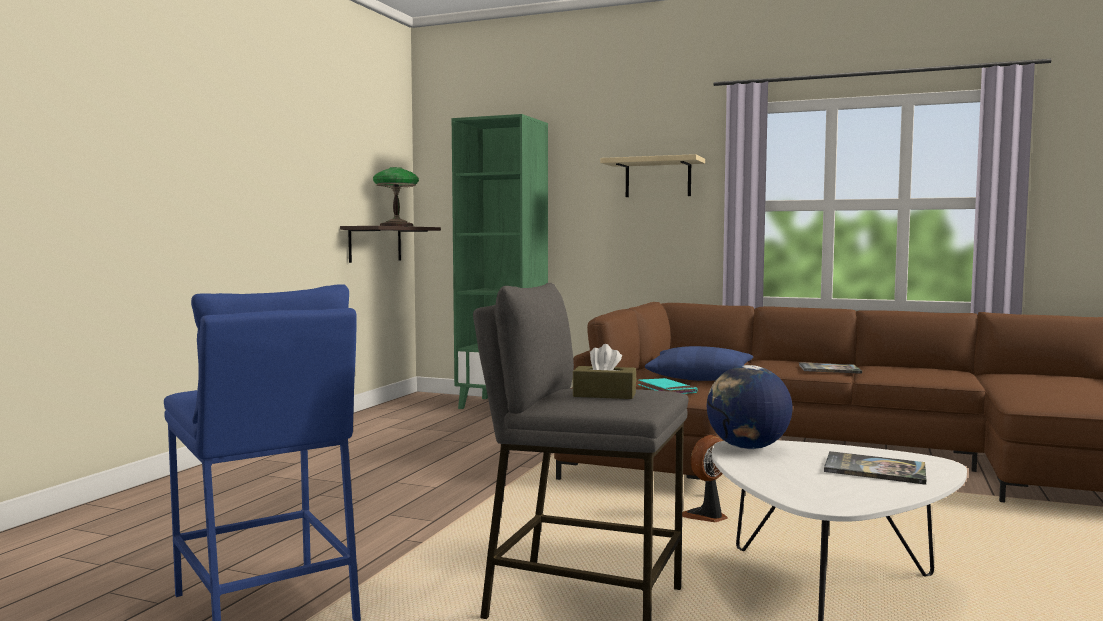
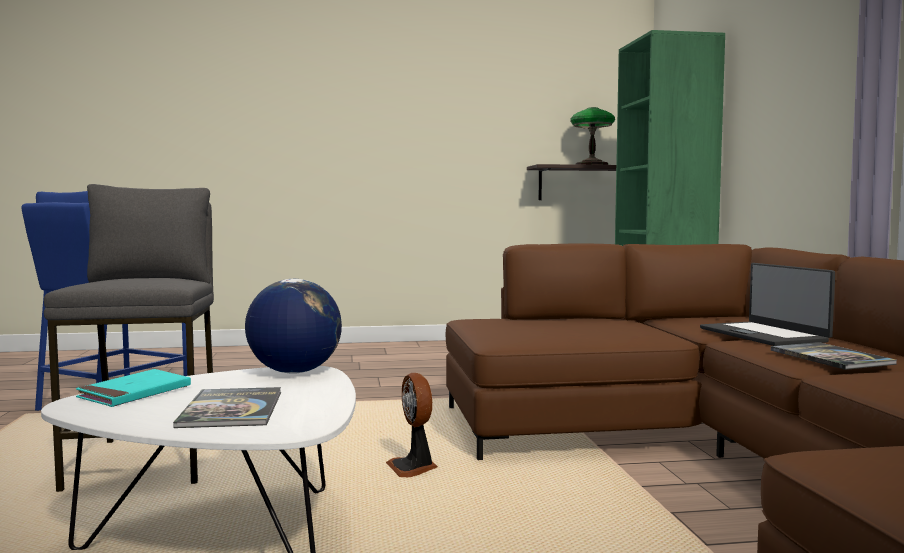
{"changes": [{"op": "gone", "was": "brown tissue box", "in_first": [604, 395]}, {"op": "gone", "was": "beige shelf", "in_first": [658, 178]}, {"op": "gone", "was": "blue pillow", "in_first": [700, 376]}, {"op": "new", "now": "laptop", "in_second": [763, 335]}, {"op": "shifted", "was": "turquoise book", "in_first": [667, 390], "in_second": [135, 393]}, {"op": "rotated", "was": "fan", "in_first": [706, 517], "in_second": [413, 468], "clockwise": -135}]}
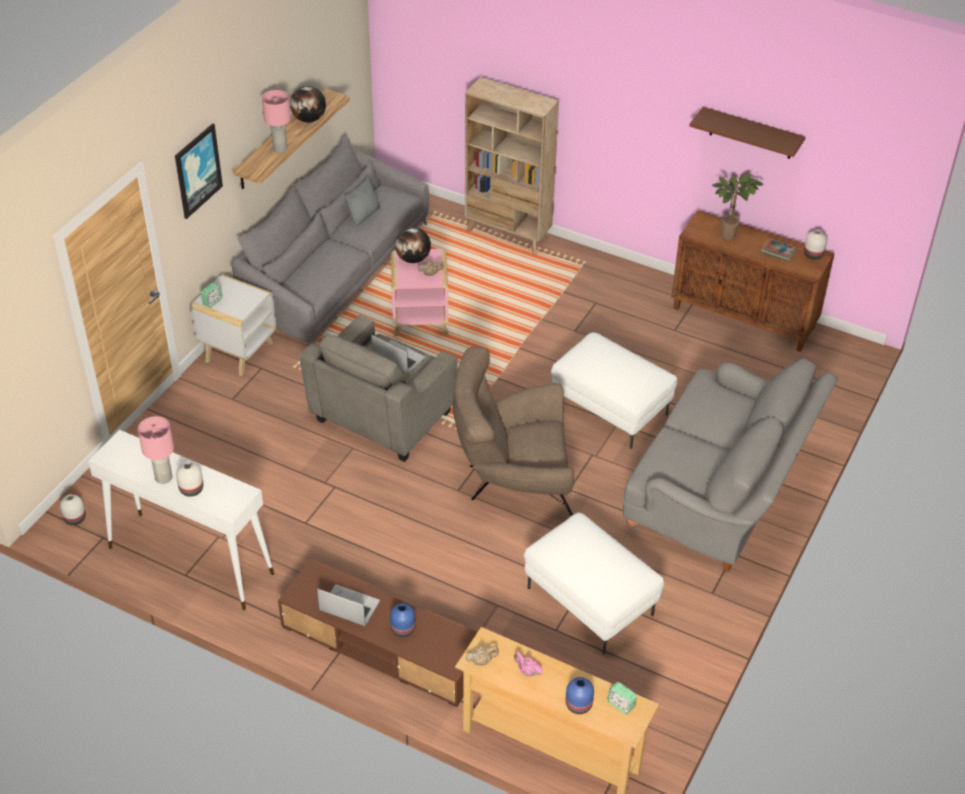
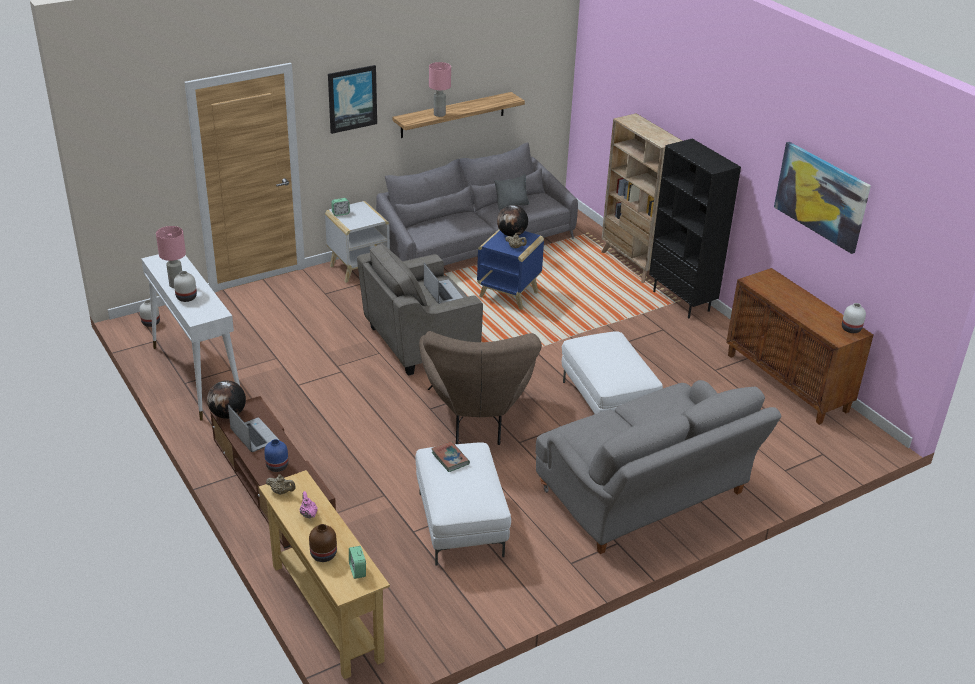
{"changes": [{"op": "gone", "was": "potted plant", "in_first": [730, 234]}, {"op": "new", "now": "black bookcase", "in_second": [682, 301]}, {"op": "shifted", "was": "globe", "in_first": [309, 119], "in_second": [228, 415]}, {"op": "shifted", "was": "book", "in_first": [778, 251], "in_second": [450, 458]}, {"op": "swapped", "was": "brown shelf", "now": "picture", "in_first": [751, 133], "in_second": [821, 196]}, {"op": "repainted", "was": "pink side table", "now": "blue side table", "in_first": [421, 321], "in_second": [509, 295]}, {"op": "repainted", "was": "blue vase", "now": "brown vase", "in_first": [578, 705], "in_second": [323, 555]}, {"op": "rotated", "was": "brown armchair", "in_first": [512, 482], "in_second": [478, 420], "clockwise": -120}]}
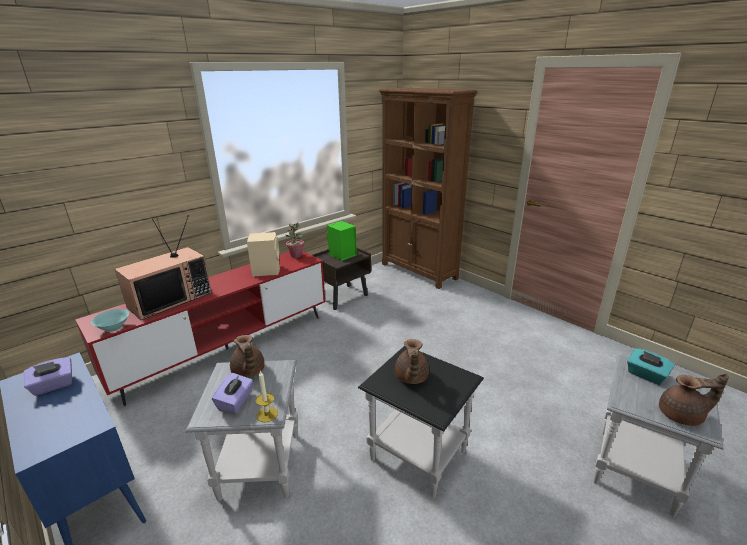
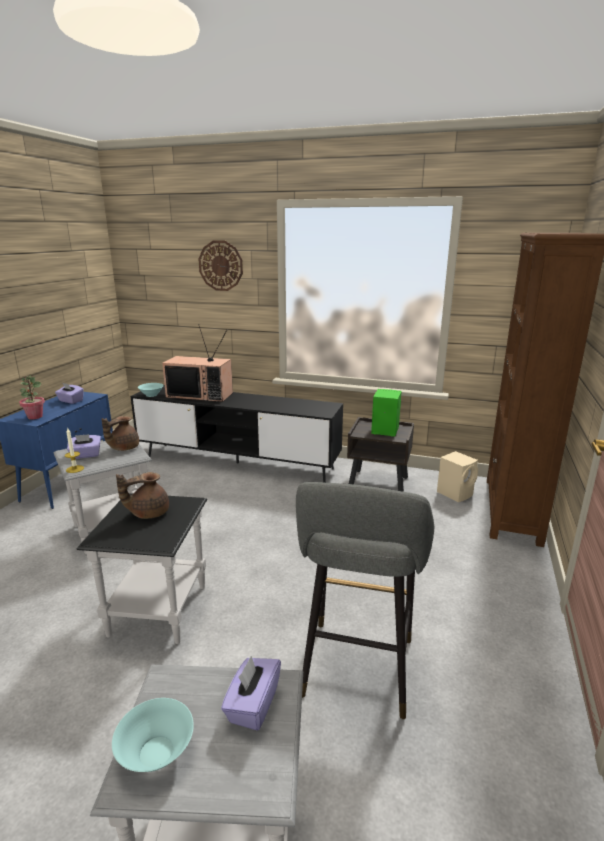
{"changes": [{"op": "new", "now": "wall clock", "in_second": [221, 265]}, {"op": "new", "now": "grey stool", "in_second": [356, 673]}, {"op": "shifted", "was": "beige speaker", "in_first": [266, 270], "in_second": [455, 493]}, {"op": "shifted", "was": "potted plant", "in_first": [296, 256], "in_second": [35, 417]}, {"op": "swapped", "was": "brown teapot", "now": "turquoise bowl", "in_first": [682, 415], "in_second": [155, 753]}, {"op": "repainted", "was": "red tv stand", "now": "black tv stand", "in_first": [227, 348], "in_second": [237, 463]}, {"op": "repainted", "was": "turquoise tissue box", "now": "purple tissue box", "in_first": [646, 375], "in_second": [252, 705]}]}
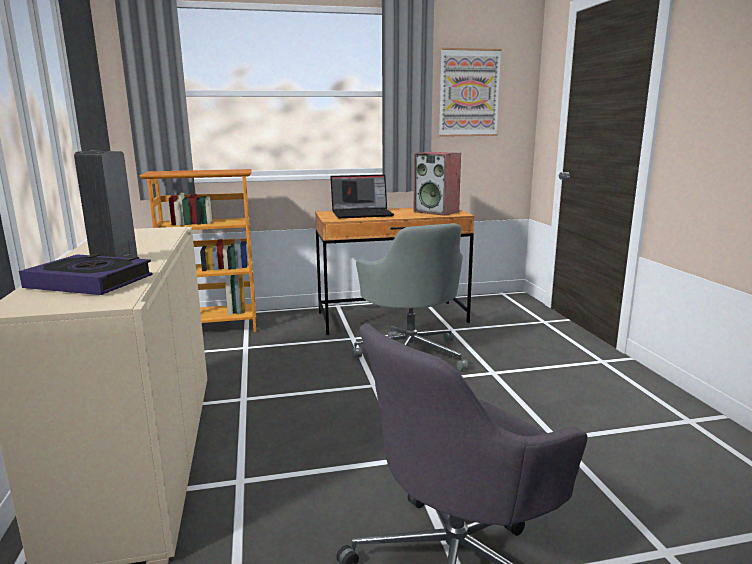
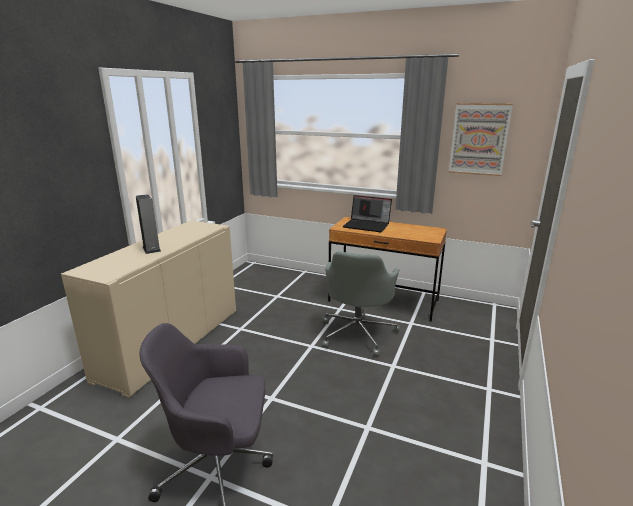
{"changes": [{"op": "gone", "was": "book", "in_first": [90, 282]}, {"op": "gone", "was": "bookcase", "in_first": [214, 327]}, {"op": "gone", "was": "speaker", "in_first": [437, 212]}]}
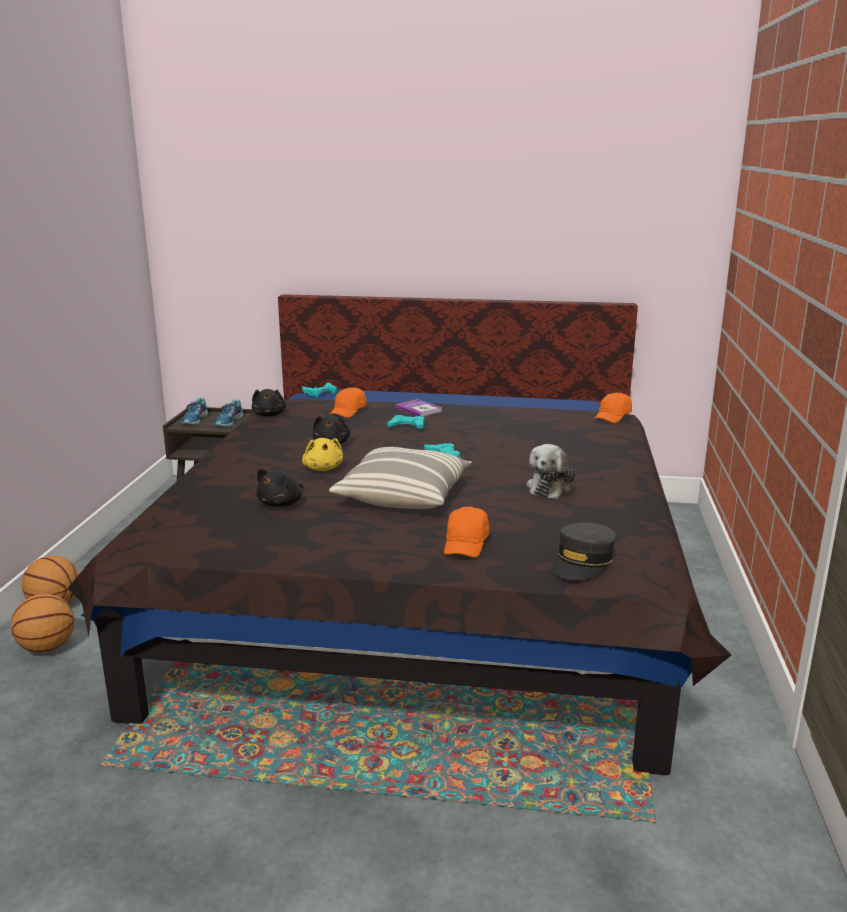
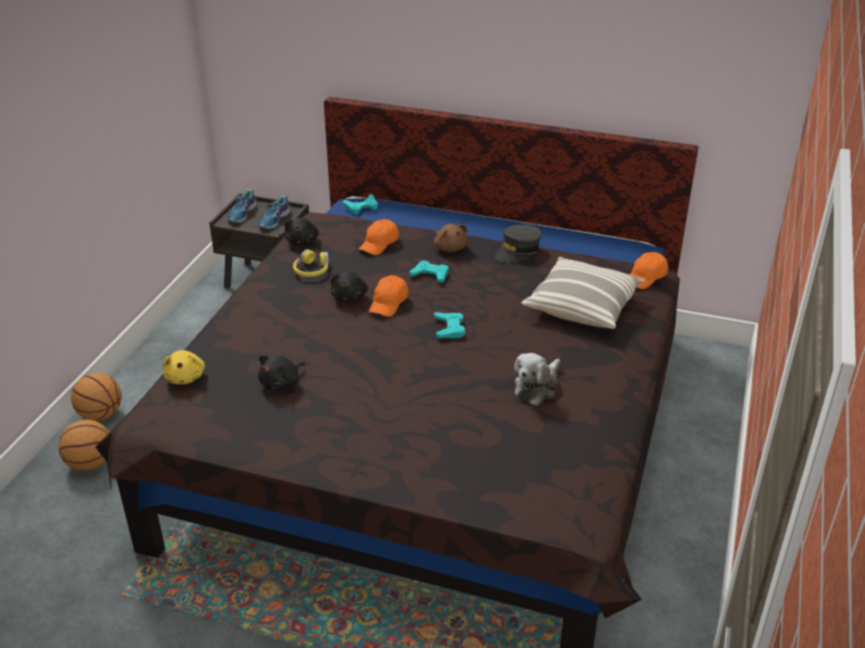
{"changes": [{"op": "new", "now": "yellow headphones", "in_second": [312, 270]}, {"op": "shifted", "was": "yellow plush toy", "in_first": [323, 468], "in_second": [185, 377]}, {"op": "shifted", "was": "pillow", "in_first": [403, 496], "in_second": [582, 306]}, {"op": "shifted", "was": "orange cap", "in_first": [466, 544], "in_second": [389, 303]}, {"op": "shifted", "was": "grey cap", "in_first": [582, 563], "in_second": [518, 251]}, {"op": "swapped", "was": "book", "now": "brown plush toy", "in_first": [418, 409], "in_second": [450, 247]}]}
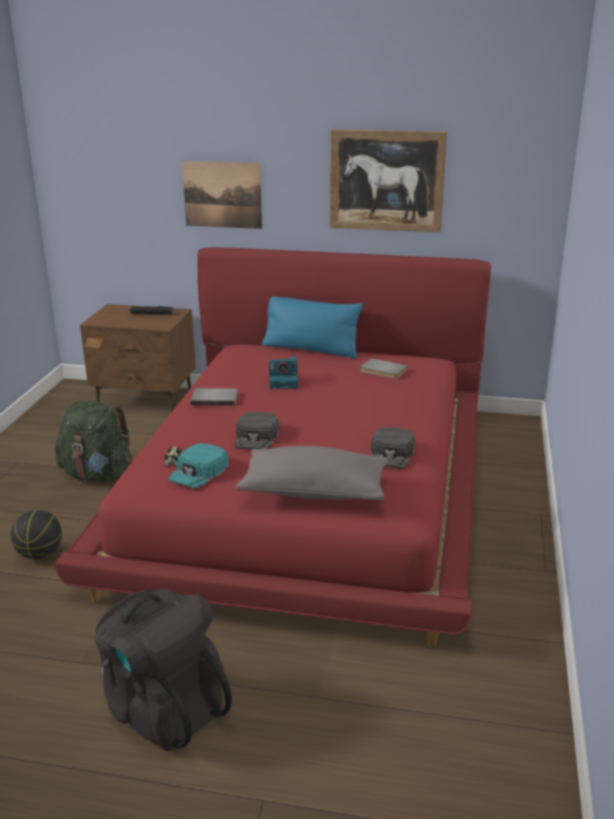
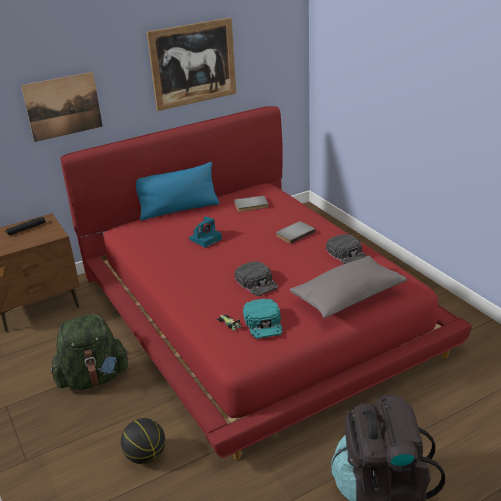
{"changes": [{"op": "shifted", "was": "grey book", "in_first": [214, 398], "in_second": [294, 233]}]}
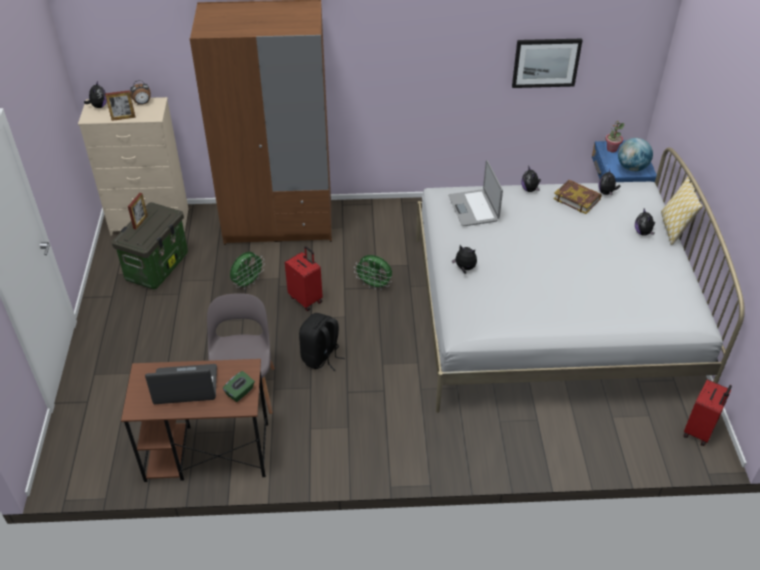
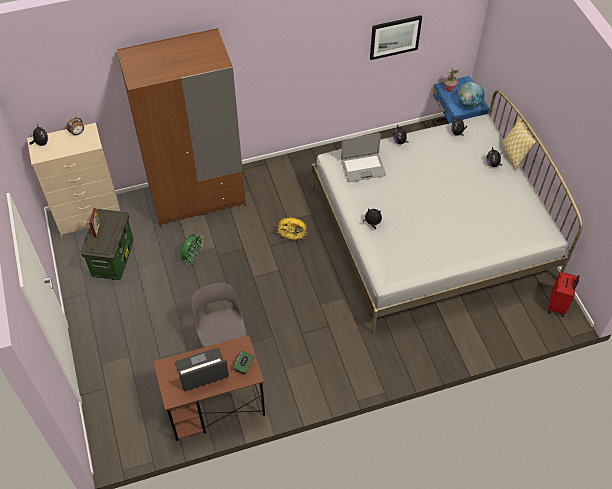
{"changes": [{"op": "gone", "was": "picture frame", "in_first": [123, 118]}, {"op": "gone", "was": "red suitcase", "in_first": [306, 299]}, {"op": "gone", "was": "black backpack", "in_first": [321, 357]}, {"op": "gone", "was": "book", "in_first": [577, 199]}, {"op": "repainted", "was": "green fan", "now": "yellow fan", "in_first": [374, 285], "in_second": [292, 237]}, {"op": "rotated", "was": "laptop", "in_first": [474, 208], "in_second": [363, 168], "clockwise": -75}]}
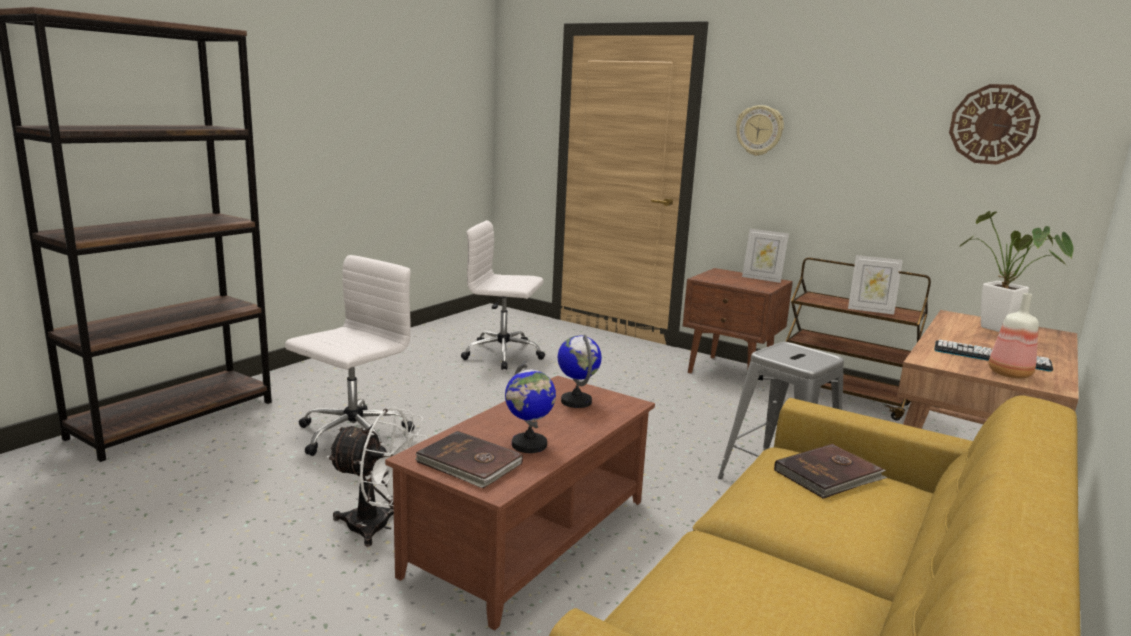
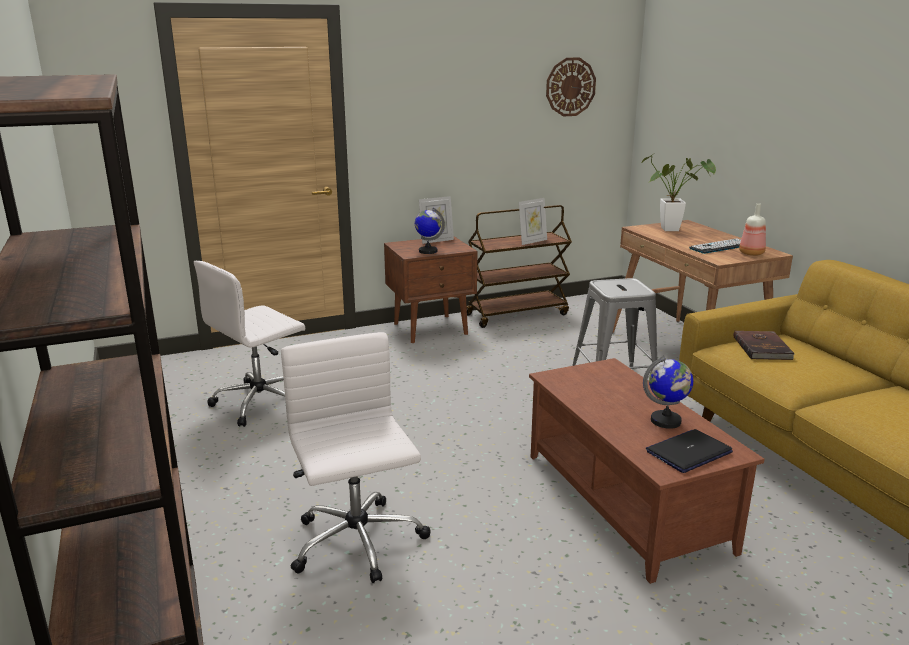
{"changes": [{"op": "gone", "was": "white fan", "in_first": [379, 527]}, {"op": "gone", "was": "wall clock", "in_first": [759, 130]}, {"op": "shifted", "was": "globe", "in_first": [576, 401], "in_second": [428, 251]}, {"op": "swapped", "was": "brown book", "now": "laptop", "in_first": [469, 464], "in_second": [688, 452]}]}
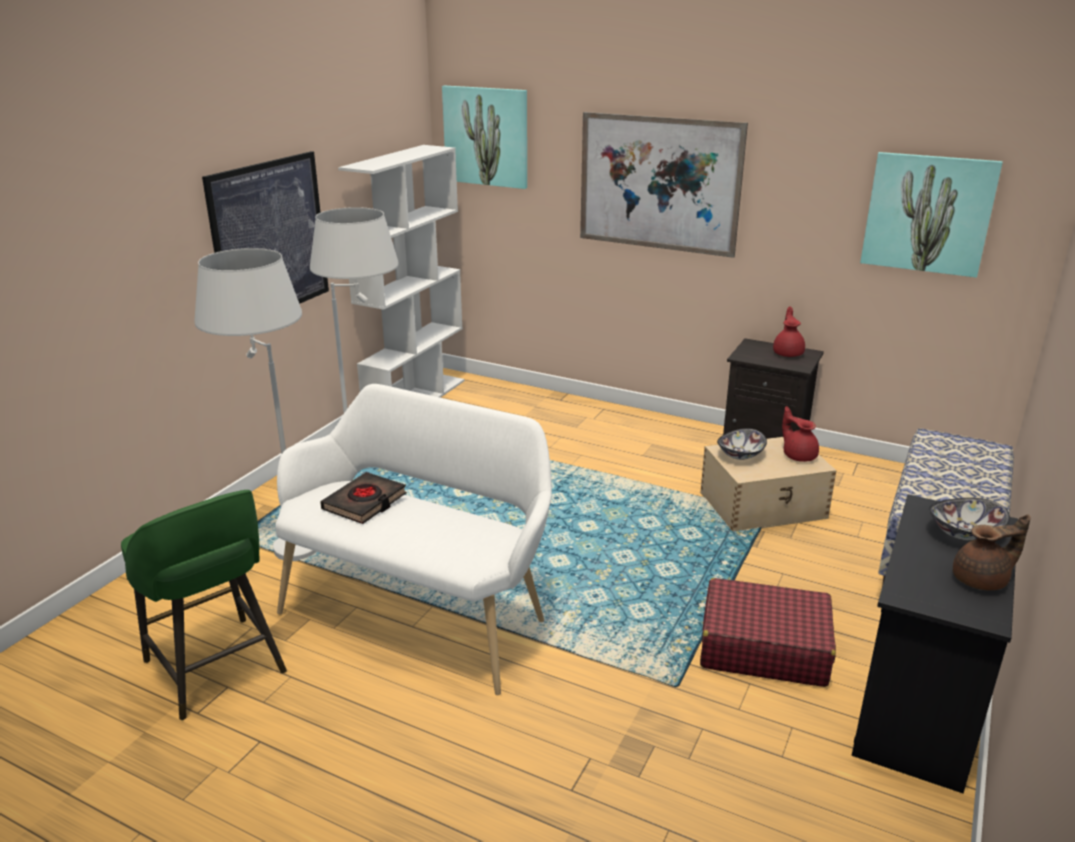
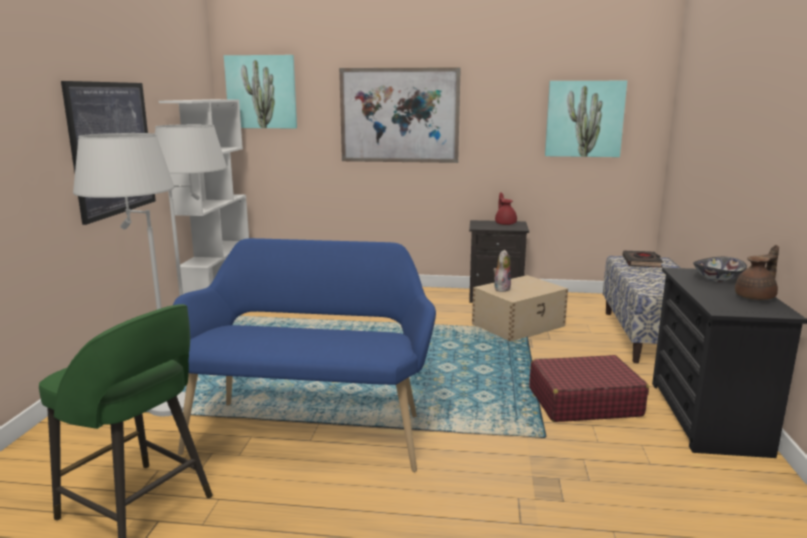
{"changes": [{"op": "gone", "was": "red teapot", "in_first": [798, 455]}, {"op": "shifted", "was": "black book", "in_first": [365, 502], "in_second": [642, 262]}, {"op": "swapped", "was": "bowl", "now": "plush toy", "in_first": [741, 455], "in_second": [501, 288]}, {"op": "repainted", "was": "white bench", "now": "blue bench", "in_first": [421, 612], "in_second": [311, 429]}]}
